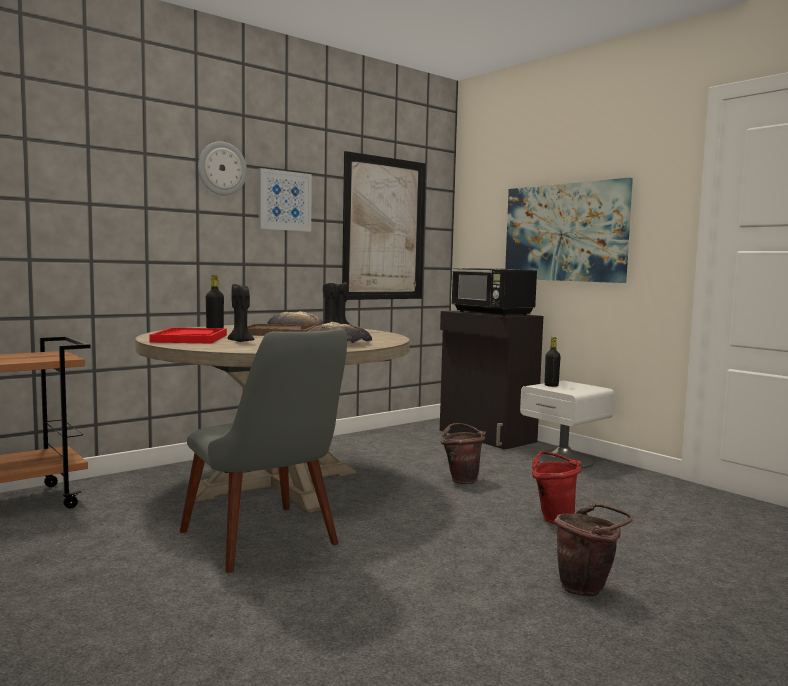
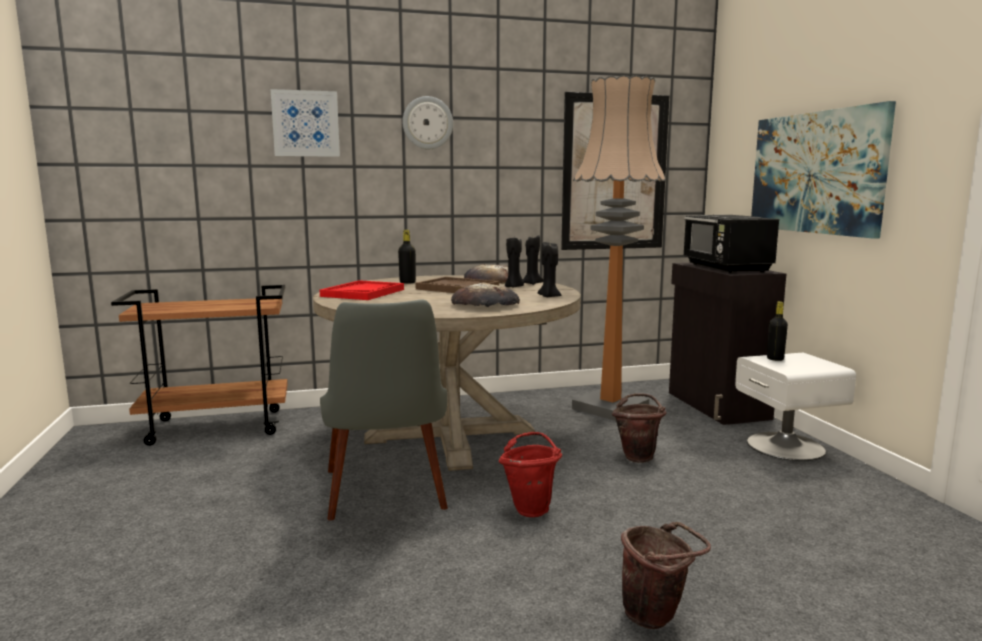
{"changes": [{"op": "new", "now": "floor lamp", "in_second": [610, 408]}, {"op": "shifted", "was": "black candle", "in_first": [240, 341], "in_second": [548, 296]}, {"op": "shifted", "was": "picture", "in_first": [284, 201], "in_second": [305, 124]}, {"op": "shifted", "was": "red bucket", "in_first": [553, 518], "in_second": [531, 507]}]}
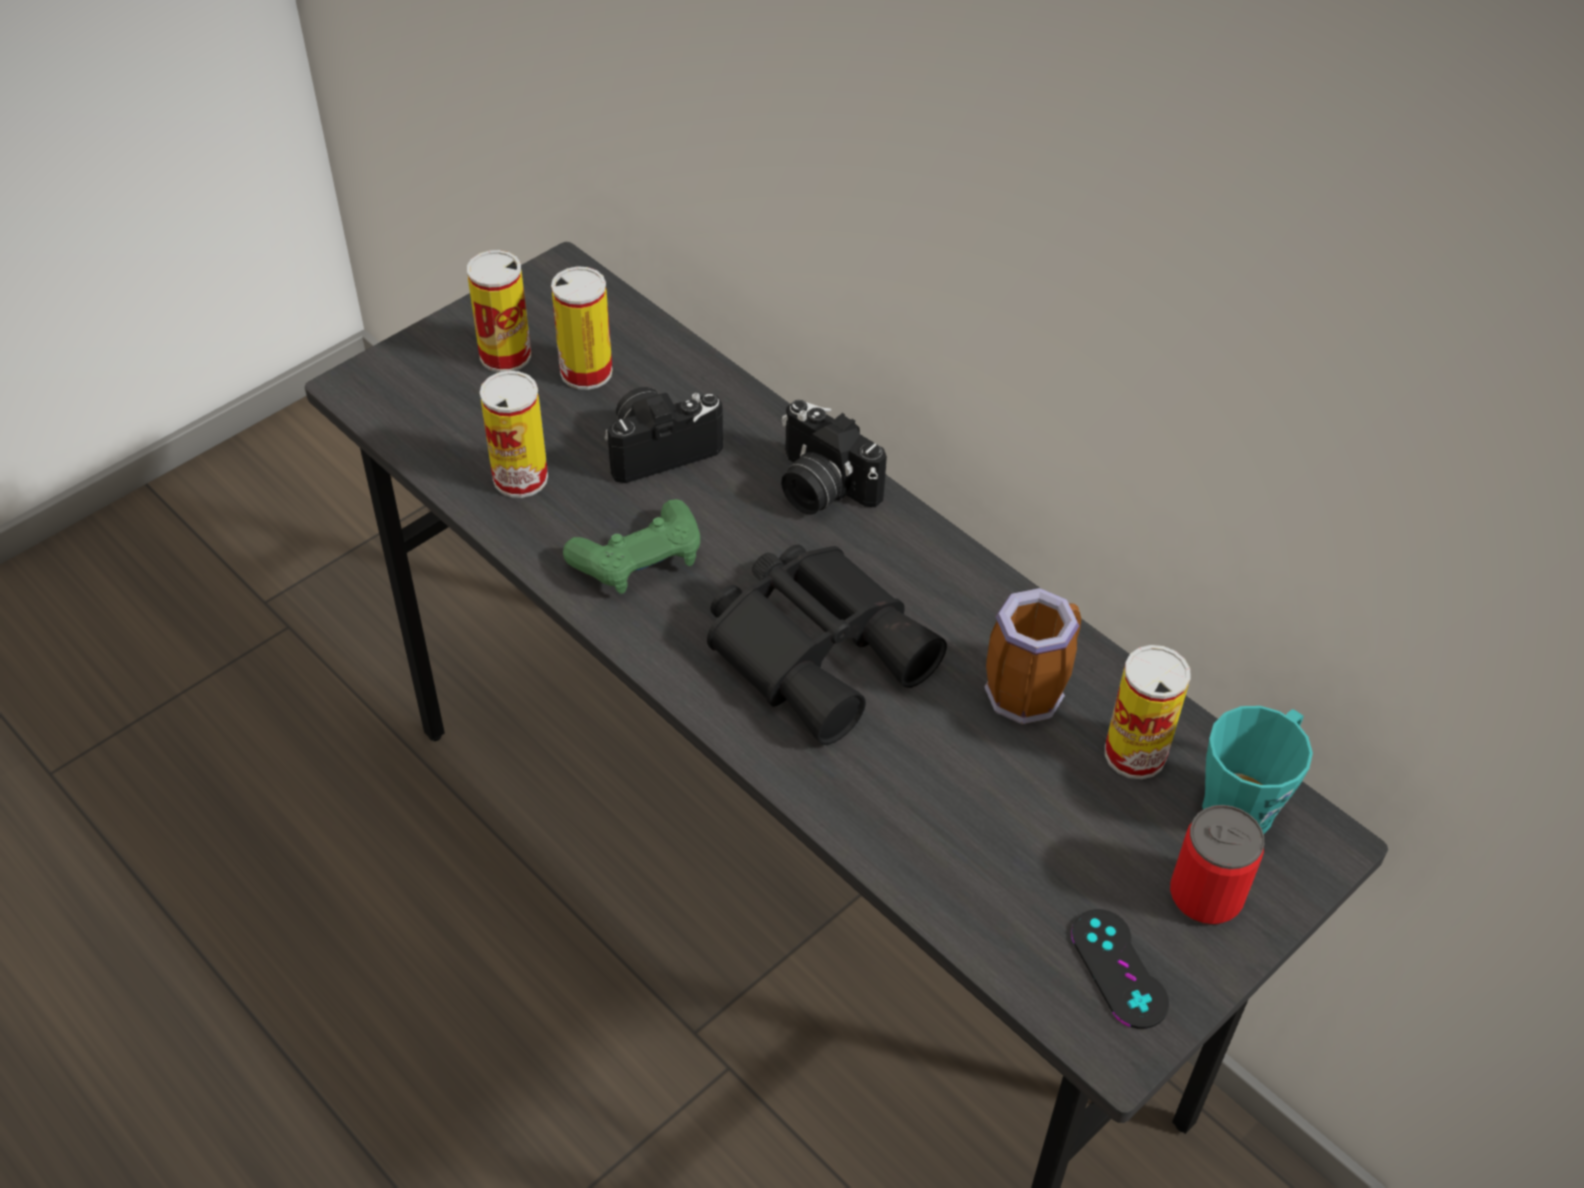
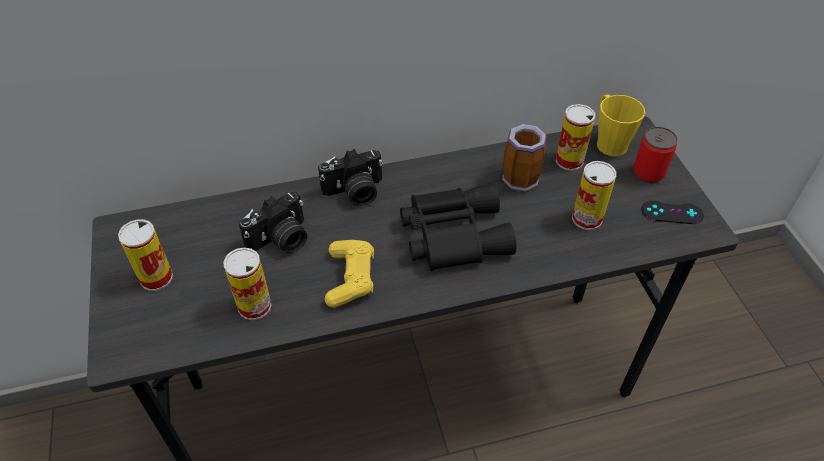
{"changes": [{"op": "shifted", "was": "can", "in_first": [586, 372], "in_second": [587, 218]}, {"op": "repainted", "was": "green game controller", "now": "yellow game controller", "in_first": [639, 560], "in_second": [350, 278]}, {"op": "repainted", "was": "turquoise mug", "now": "yellow mug", "in_first": [1246, 801], "in_second": [608, 141]}, {"op": "rotated", "was": "photo camera", "in_first": [659, 448], "in_second": [281, 240], "clockwise": -135}]}
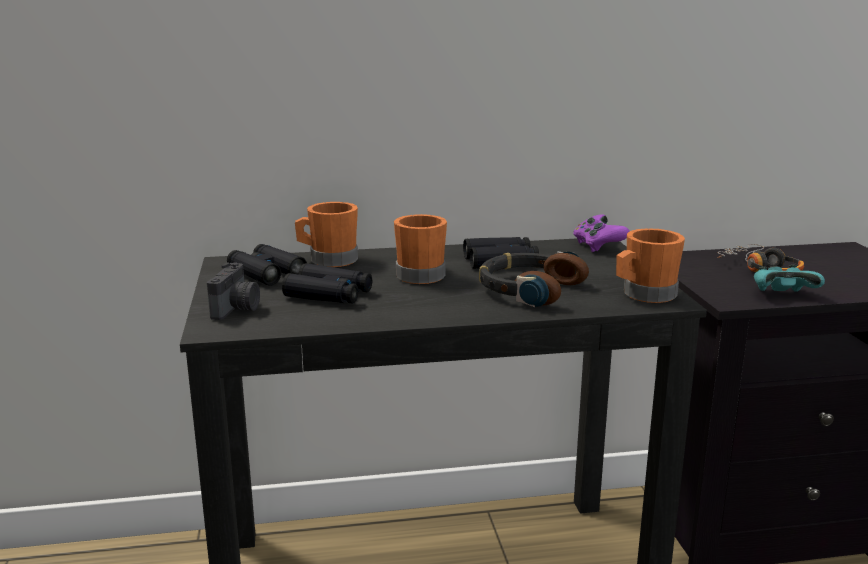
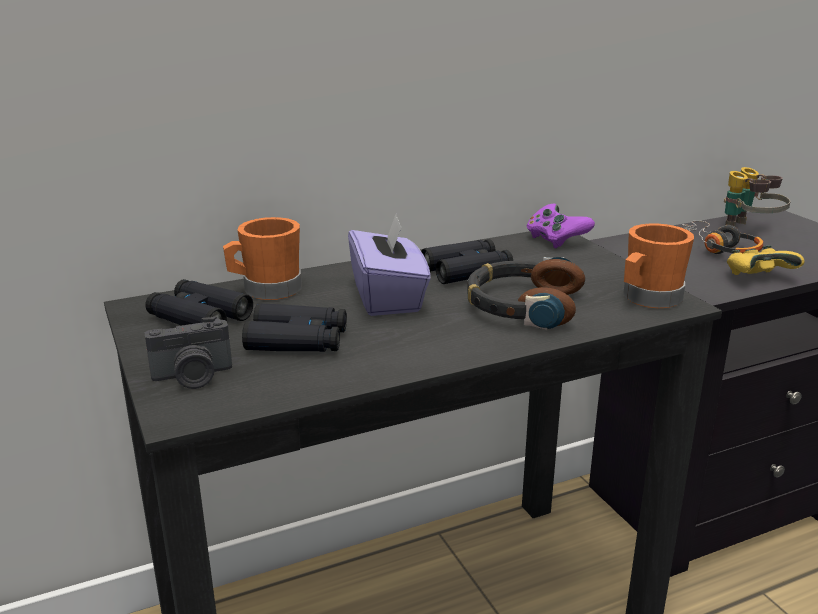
{"changes": [{"op": "new", "now": "binoculars", "in_second": [749, 230]}, {"op": "swapped", "was": "orange mug", "now": "purple tissue box", "in_first": [421, 274], "in_second": [388, 298]}, {"op": "repainted", "was": "turquoise game controller", "now": "yellow game controller", "in_first": [782, 295], "in_second": [758, 278]}, {"op": "rotated", "was": "photo camera", "in_first": [237, 309], "in_second": [193, 377], "clockwise": 75}]}
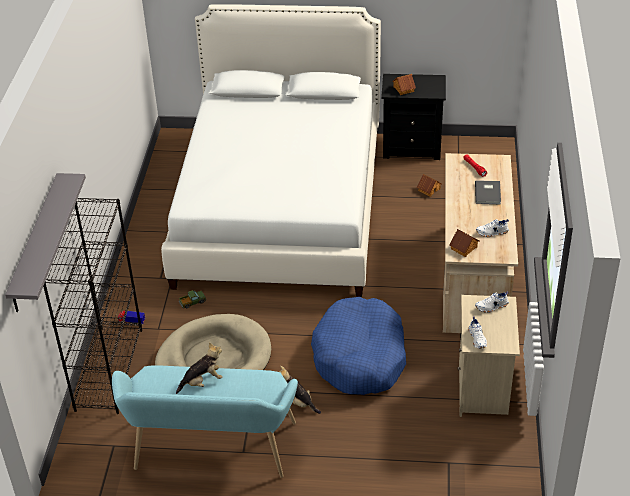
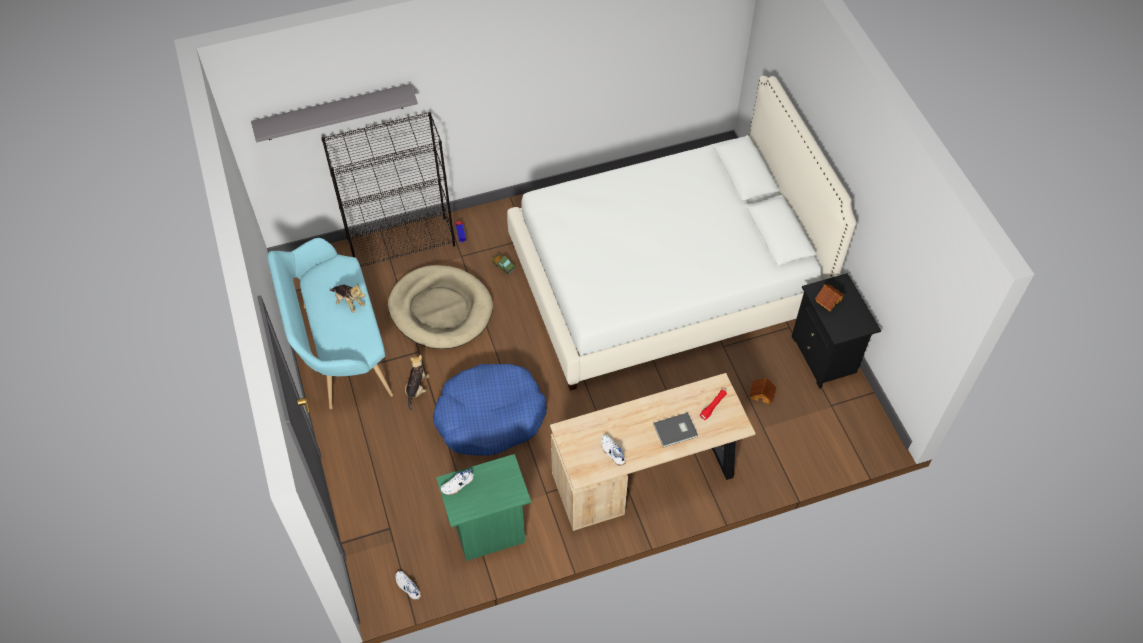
{"changes": [{"op": "gone", "was": "toy house", "in_first": [464, 248]}, {"op": "shifted", "was": "white shoe", "in_first": [491, 307], "in_second": [407, 587]}, {"op": "repainted", "was": "beige nightstand", "now": "green nightstand", "in_first": [483, 390], "in_second": [488, 531]}]}
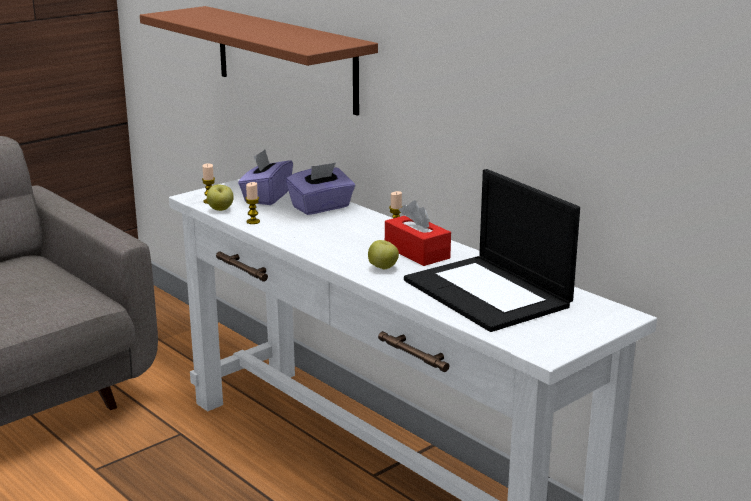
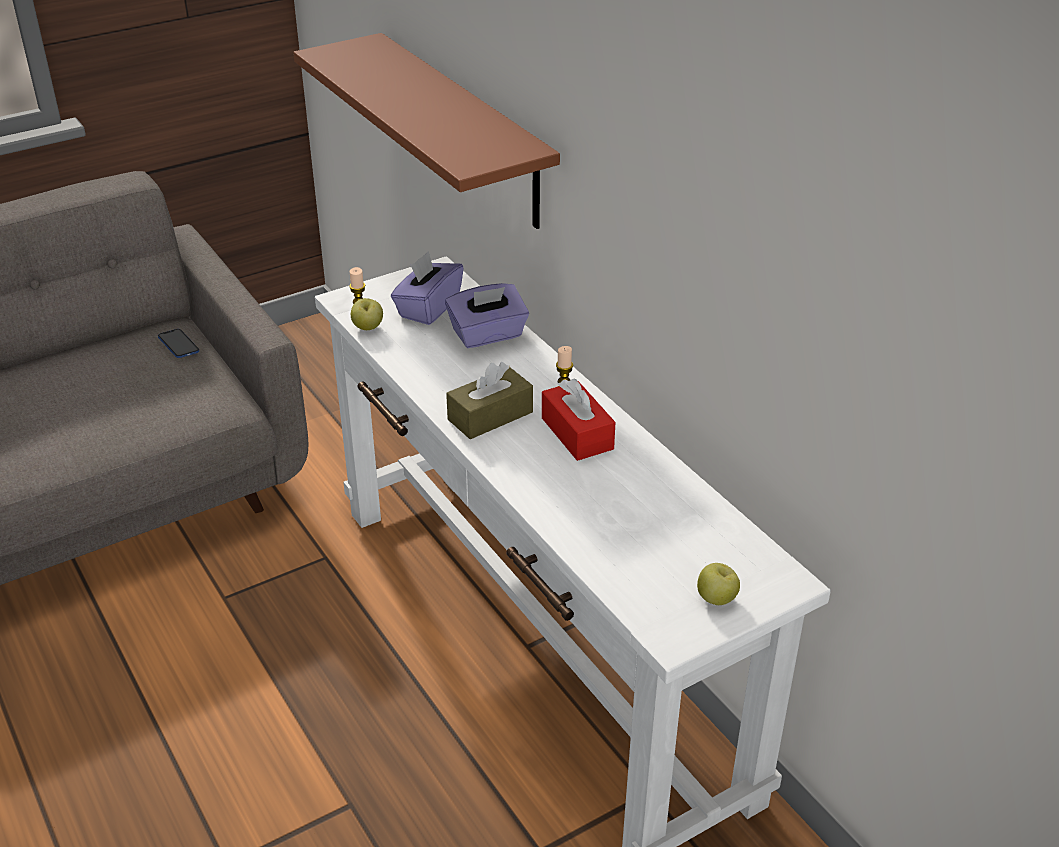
{"changes": [{"op": "gone", "was": "candle", "in_first": [253, 221]}, {"op": "gone", "was": "laptop", "in_first": [489, 293]}, {"op": "new", "now": "phone", "in_second": [178, 345]}, {"op": "new", "now": "brown tissue box", "in_second": [490, 416]}, {"op": "shifted", "was": "apple", "in_first": [383, 268], "in_second": [716, 599]}]}
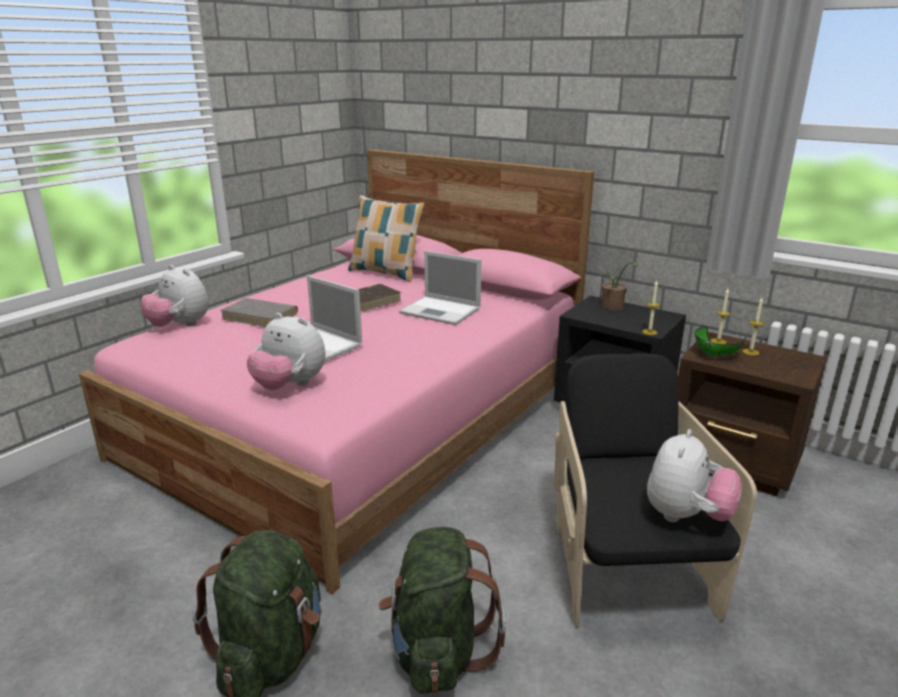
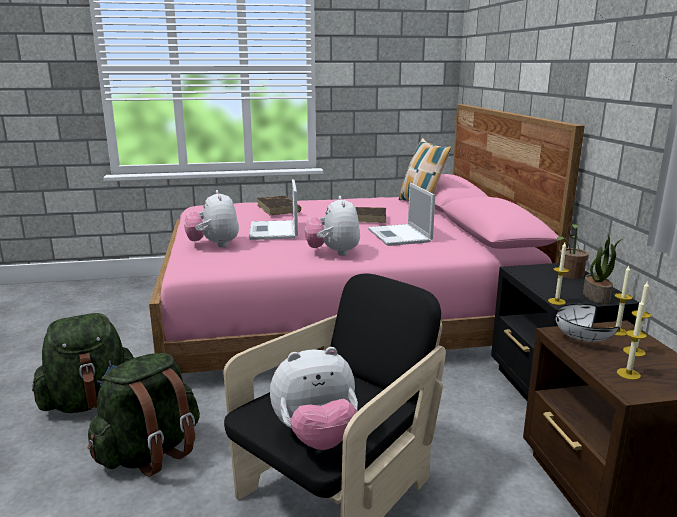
{"changes": [{"op": "new", "now": "potted plant", "in_second": [597, 297]}, {"op": "new", "now": "candle", "in_second": [628, 374]}, {"op": "shifted", "was": "plush toy", "in_first": [180, 326], "in_second": [333, 252]}, {"op": "repainted", "was": "grey book", "now": "brown book", "in_first": [260, 316], "in_second": [278, 208]}, {"op": "repainted", "was": "green bowl", "now": "white bowl", "in_first": [714, 355], "in_second": [580, 338]}]}
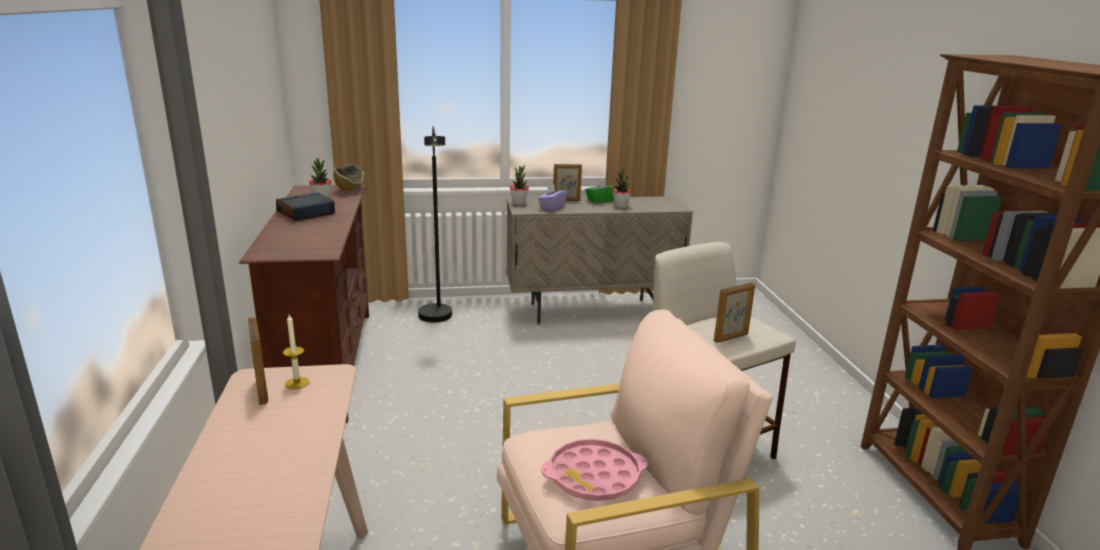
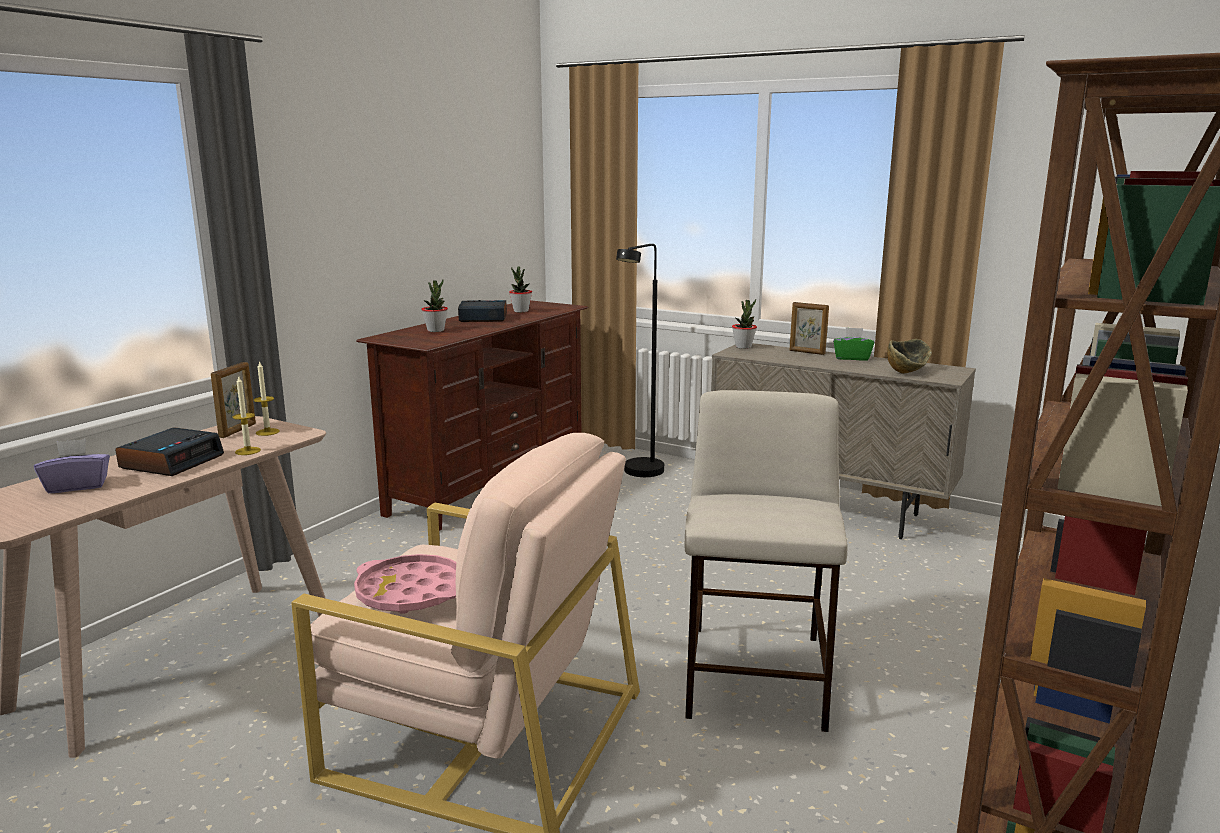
{"changes": [{"op": "gone", "was": "picture frame", "in_first": [731, 338]}, {"op": "new", "now": "alarm clock", "in_second": [172, 461]}, {"op": "new", "now": "candle", "in_second": [248, 451]}, {"op": "shifted", "was": "bowl", "in_first": [350, 190], "in_second": [907, 372]}, {"op": "shifted", "was": "purple tissue box", "in_first": [552, 207], "in_second": [77, 486]}, {"op": "shifted", "was": "potted plant", "in_first": [621, 206], "in_second": [436, 330]}]}
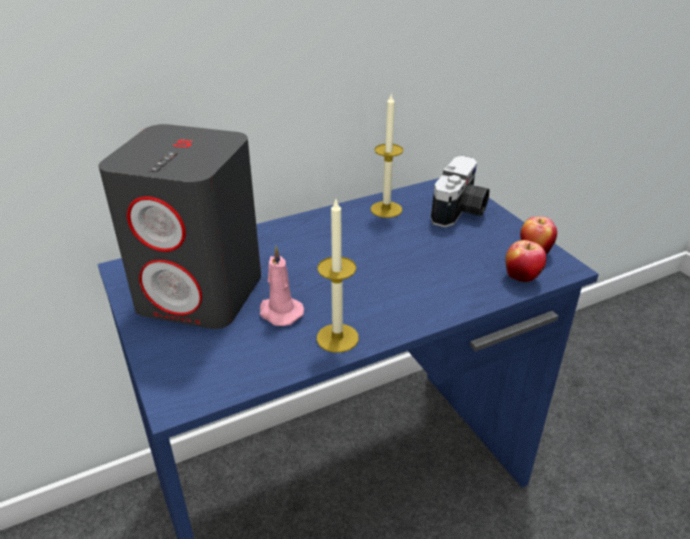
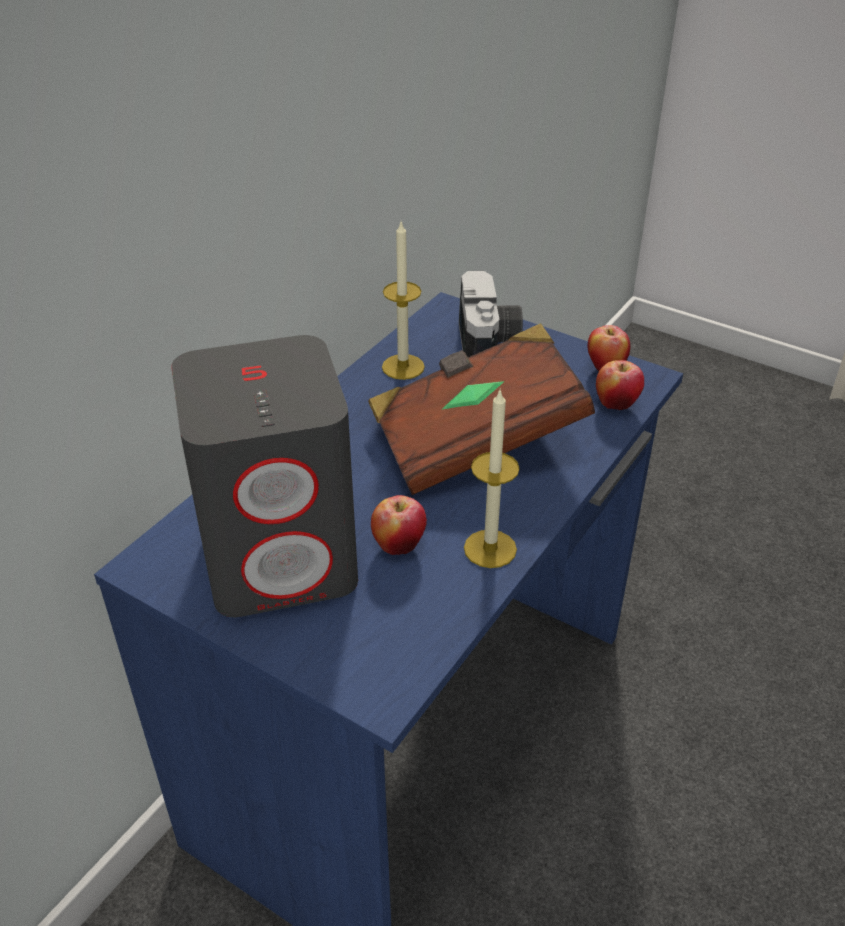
{"changes": [{"op": "new", "now": "brown book", "in_second": [475, 439]}, {"op": "swapped", "was": "pink candle", "now": "apple", "in_first": [279, 312], "in_second": [399, 545]}]}
